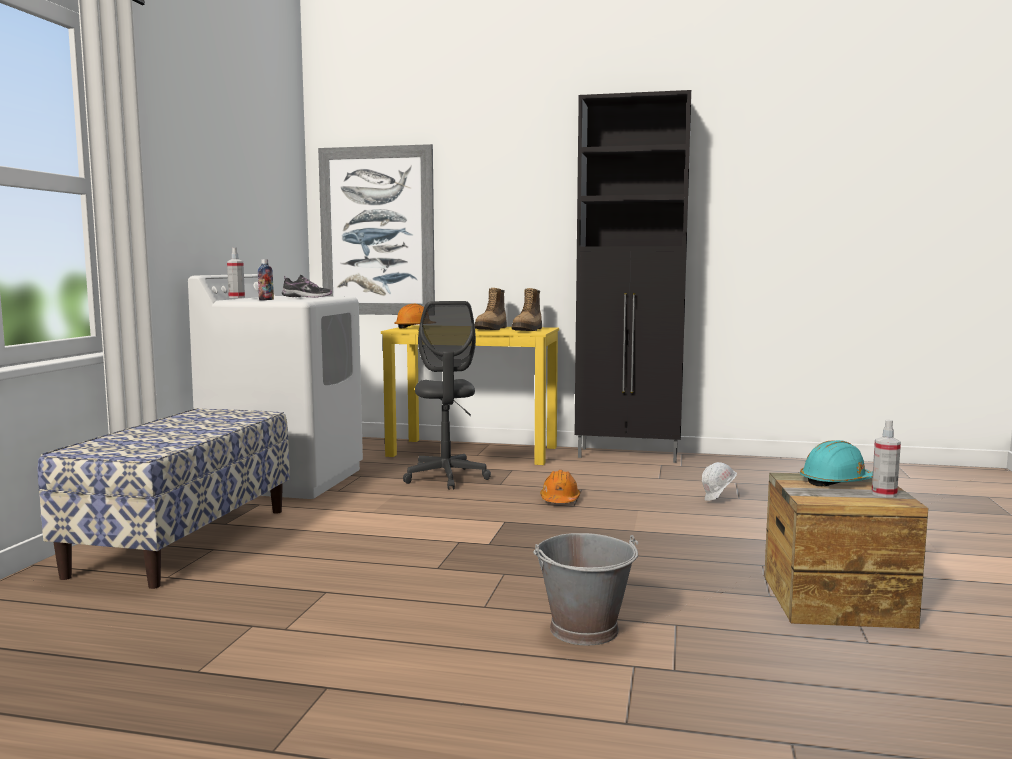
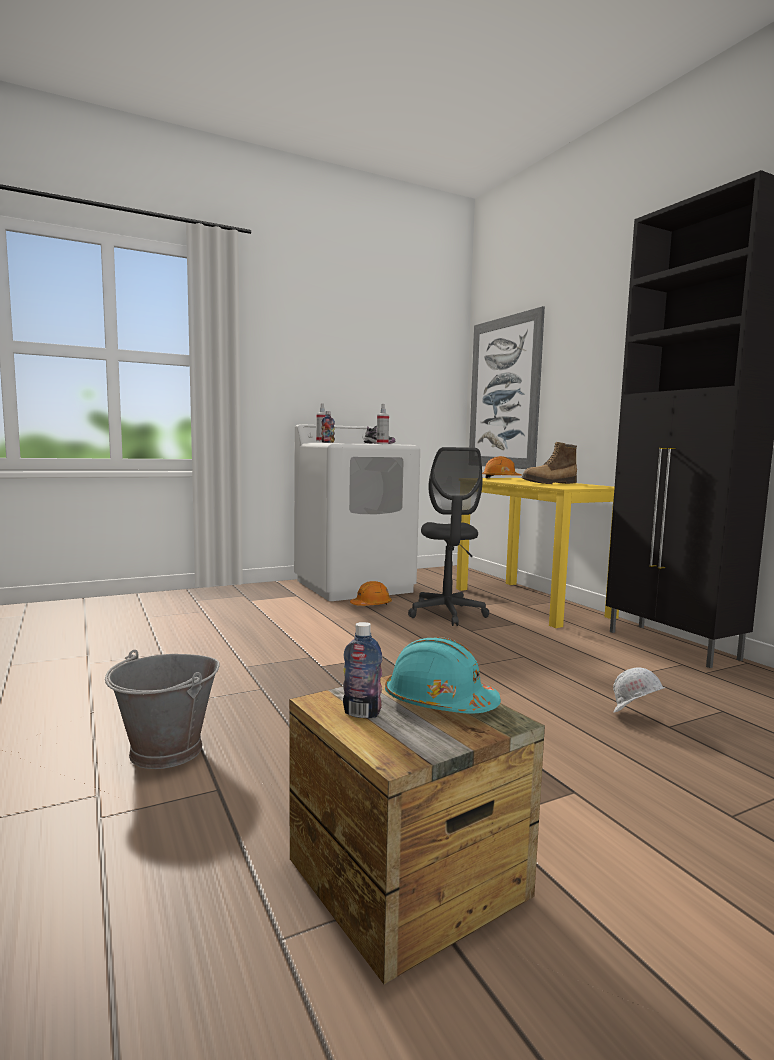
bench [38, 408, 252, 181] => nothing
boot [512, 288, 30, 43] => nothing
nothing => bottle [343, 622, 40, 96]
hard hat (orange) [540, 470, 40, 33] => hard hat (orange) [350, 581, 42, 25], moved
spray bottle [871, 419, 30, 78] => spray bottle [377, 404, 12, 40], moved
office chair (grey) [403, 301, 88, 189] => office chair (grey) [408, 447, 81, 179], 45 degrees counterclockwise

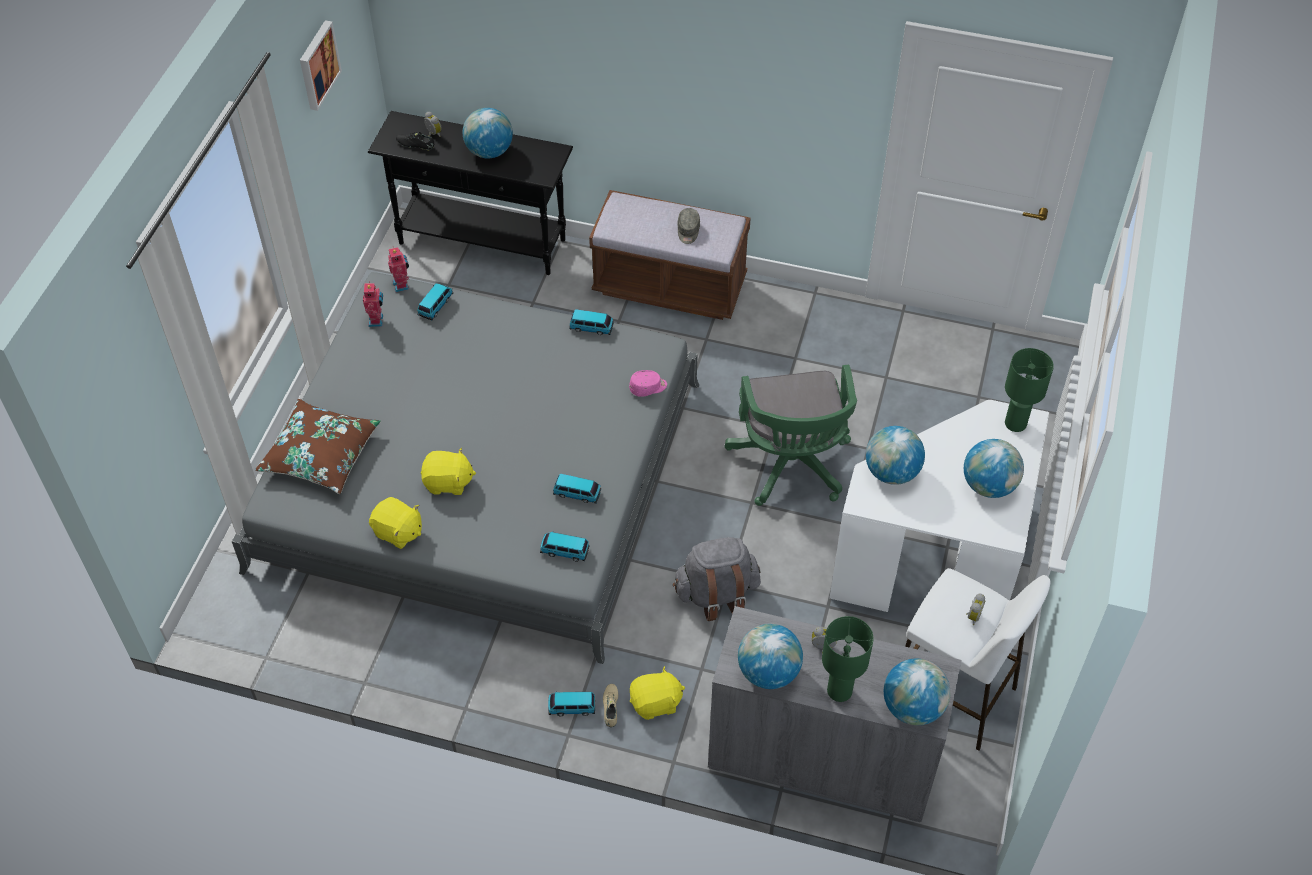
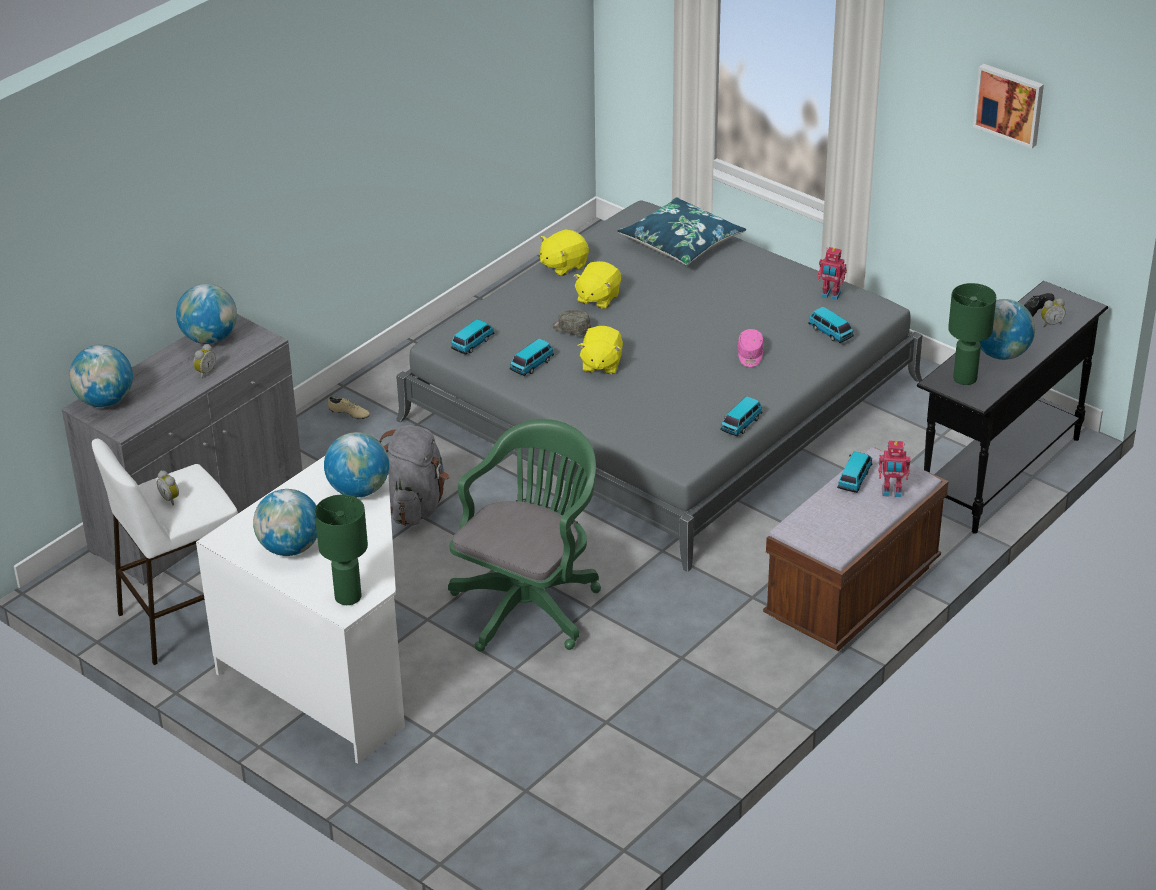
toy robot [388, 246, 21, 46] => toy robot [878, 441, 33, 56], moved
toy car [548, 692, 47, 24] => toy car [837, 452, 36, 41], moved
cap (pink) [629, 370, 38, 27] => cap (pink) [738, 329, 26, 38], moved
plush toy (yellow) [630, 666, 55, 54] => plush toy (yellow) [578, 326, 45, 48], moved
cap (grey) [678, 208, 22, 36] => cap (grey) [552, 310, 39, 25], moved
table lamp (green) [822, 616, 52, 86] => table lamp (green) [948, 283, 48, 102], moved
pillow (brown) [255, 399, 126, 95] => pillow (blue) [617, 197, 129, 68]
office chair (green) [725, 365, 132, 141] => office chair (green) [448, 419, 153, 233], 105 degrees clockwise

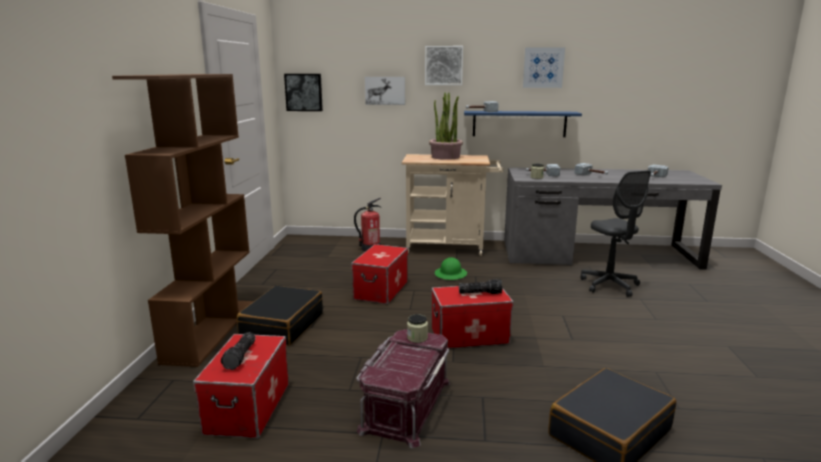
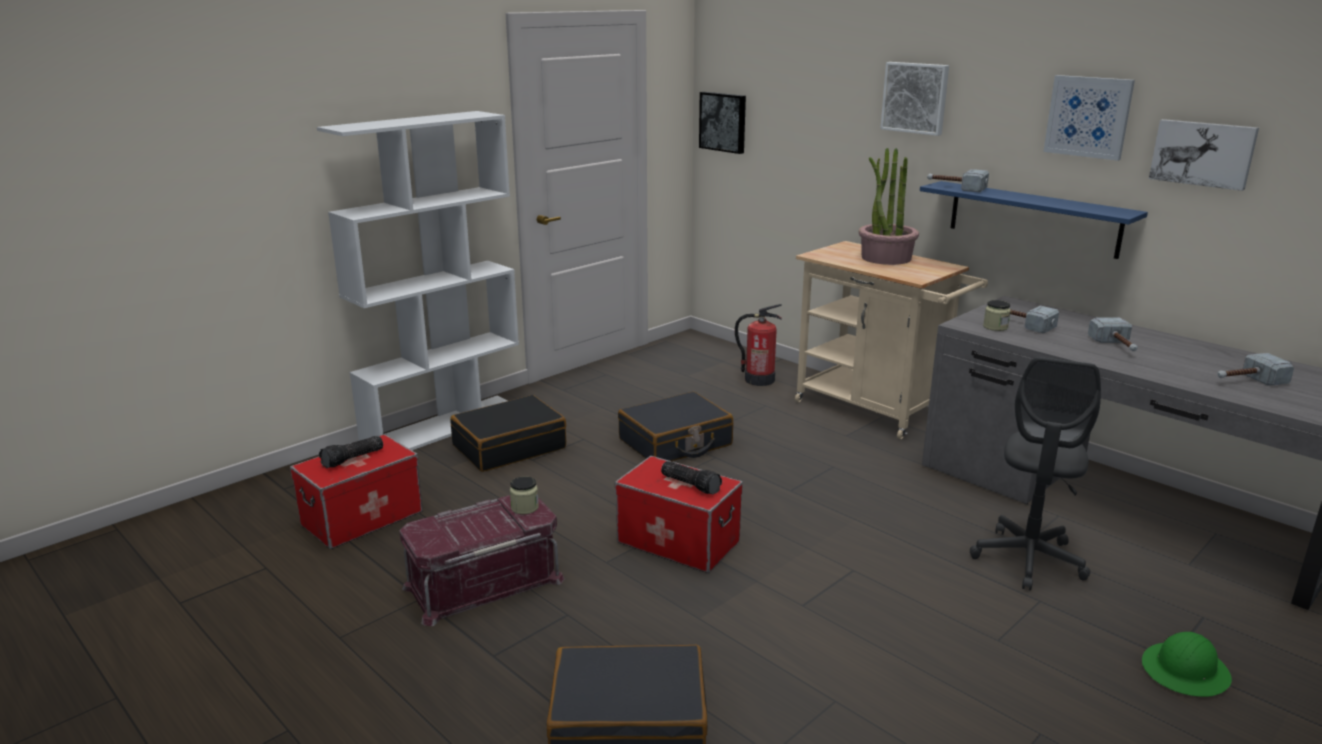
picture [365, 77, 40, 28] => picture [1149, 119, 110, 72], moved
hard hat (green) [435, 257, 32, 23] => hard hat (green) [1142, 632, 90, 65], moved
storage box [351, 244, 57, 60] => suitcase (black) [618, 392, 115, 69]
bookcase (brown) [112, 74, 142, 293] => bookcase (white) [317, 111, 202, 339]

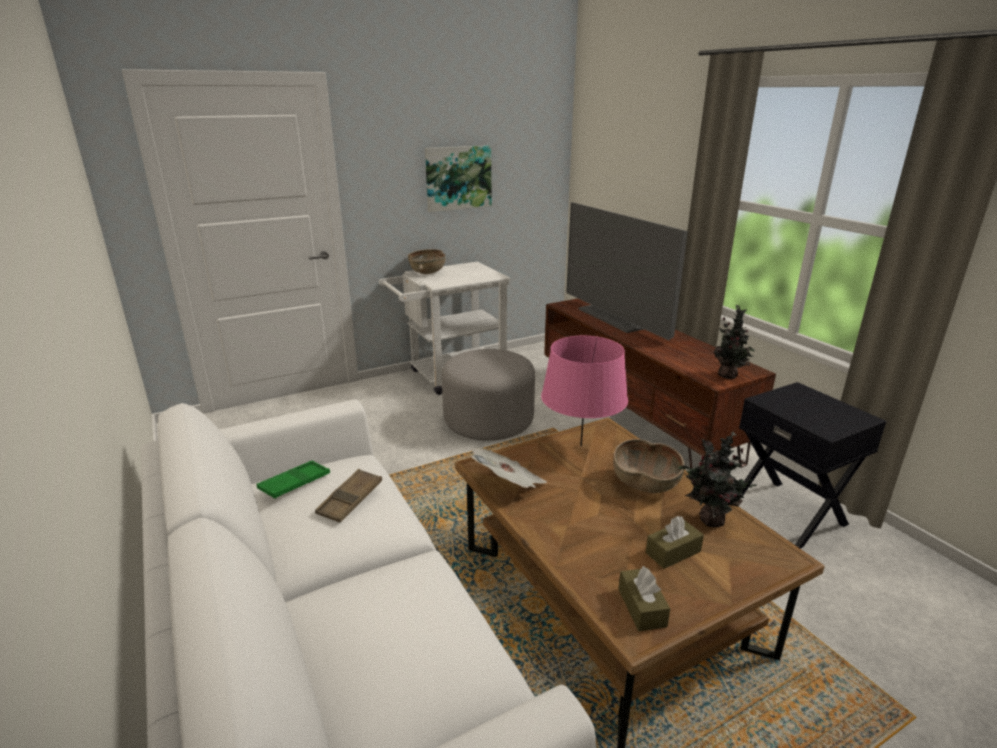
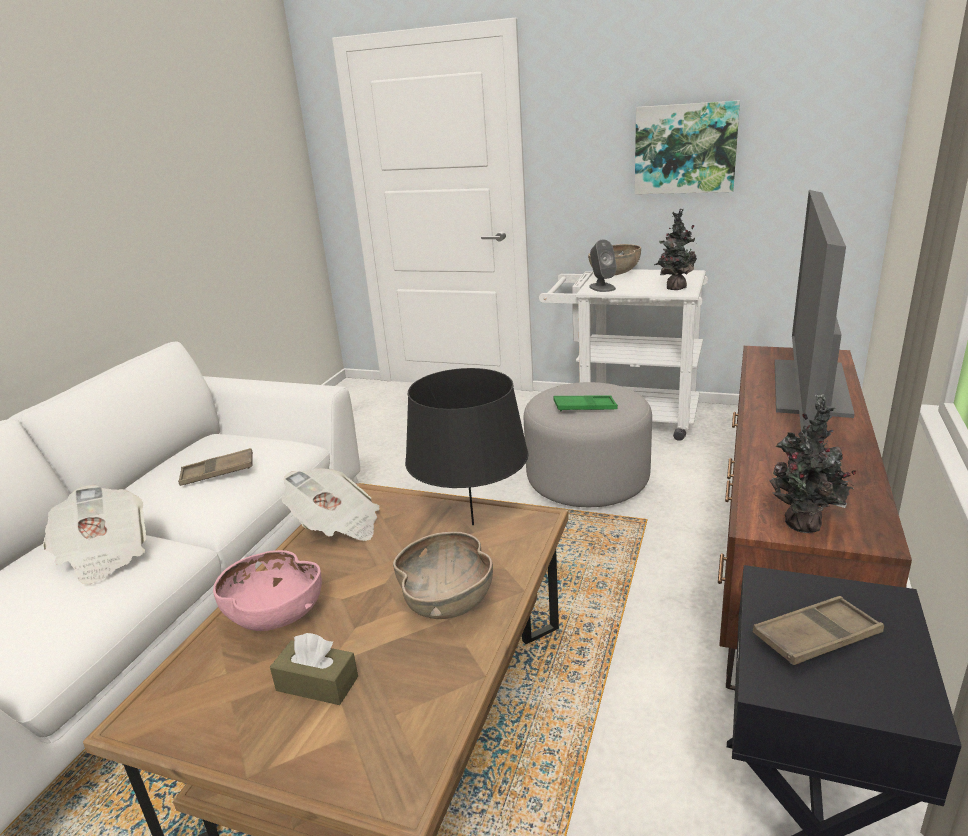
tissue box (brown) [618, 566, 52, 65] => nothing
nothing => newspaper [43, 485, 103, 99]
nothing => bowl (pink) [213, 550, 109, 81]
nothing => speaker (grey) [589, 240, 28, 52]
nothing => tray (brown) [753, 596, 131, 69]
tray (green) [256, 460, 74, 39] => tray (green) [554, 395, 64, 16], moved
potted plant [678, 431, 80, 96] => potted plant [654, 209, 43, 81], moved
table lamp (pink) [541, 336, 87, 110] => table lamp (black) [405, 368, 124, 157]

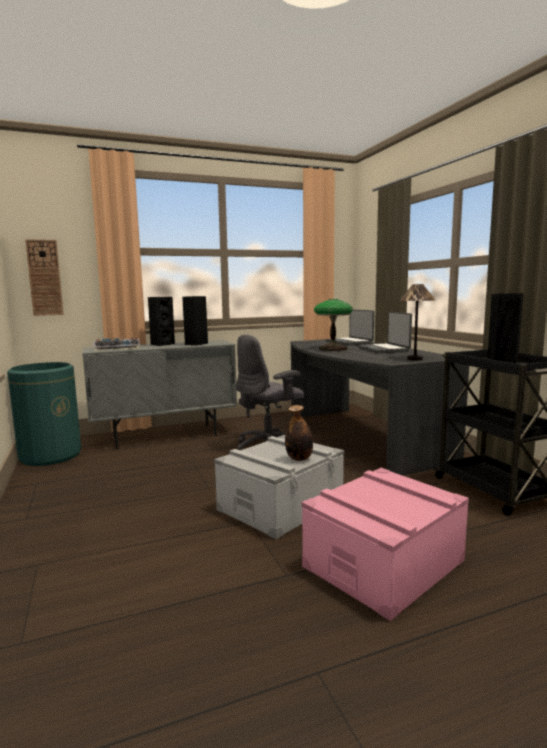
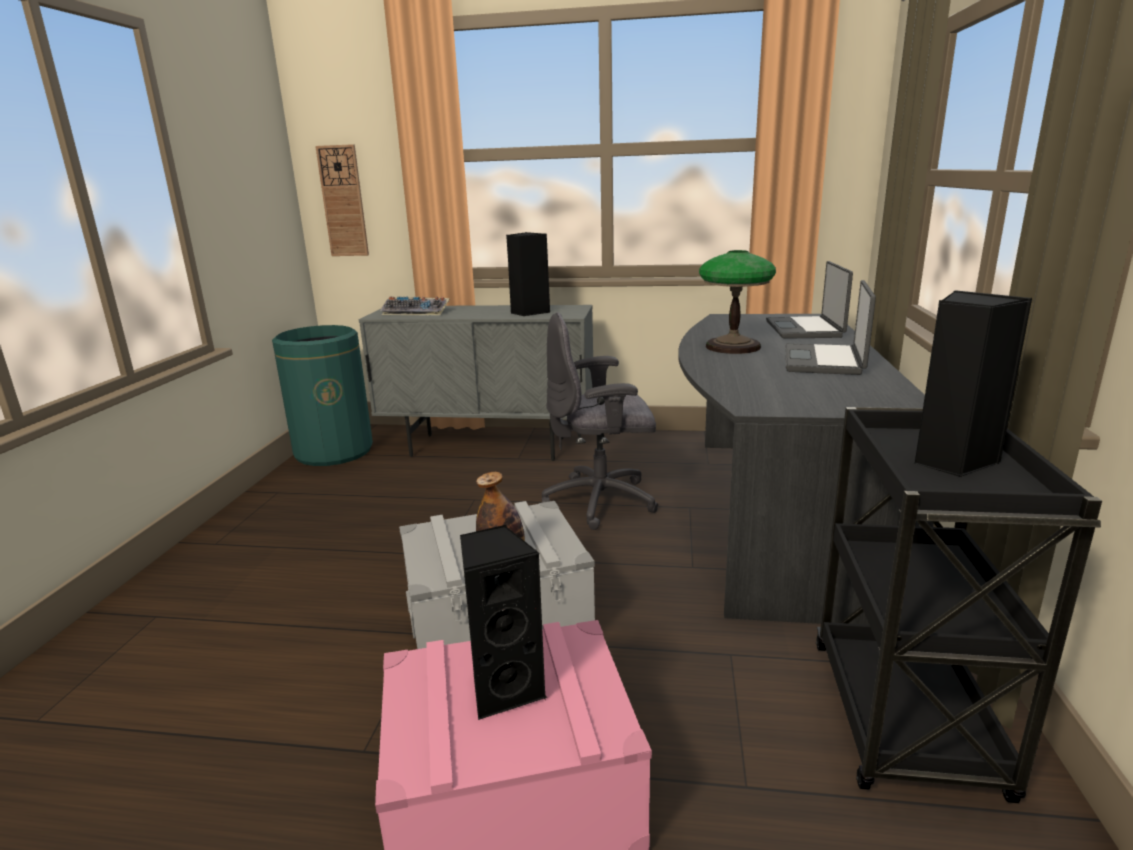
table lamp [399, 284, 36, 77] => nothing
speaker (black) [148, 297, 27, 49] => speaker (black) [460, 525, 88, 195], moved

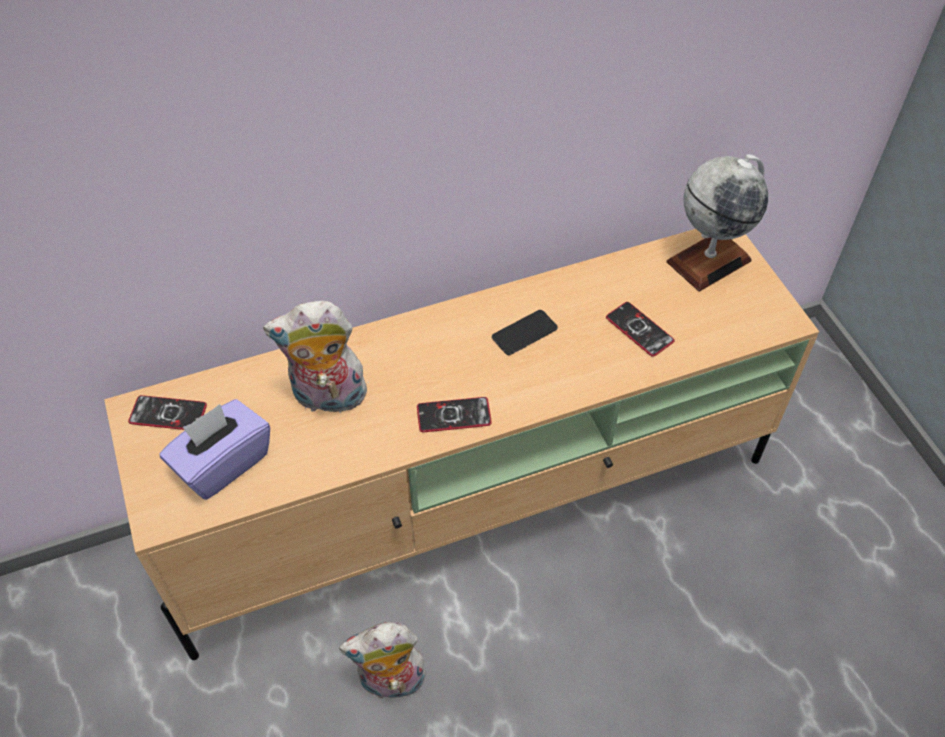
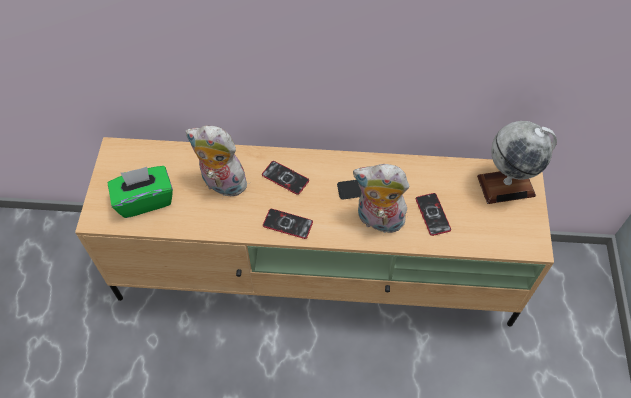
phone [128, 395, 79, 35] => phone [262, 161, 47, 34], moved
plush toy [339, 622, 89, 77] => plush toy [353, 164, 57, 69], moved
tissue box (purple) [159, 399, 111, 101] => tissue box (green) [108, 166, 65, 52]

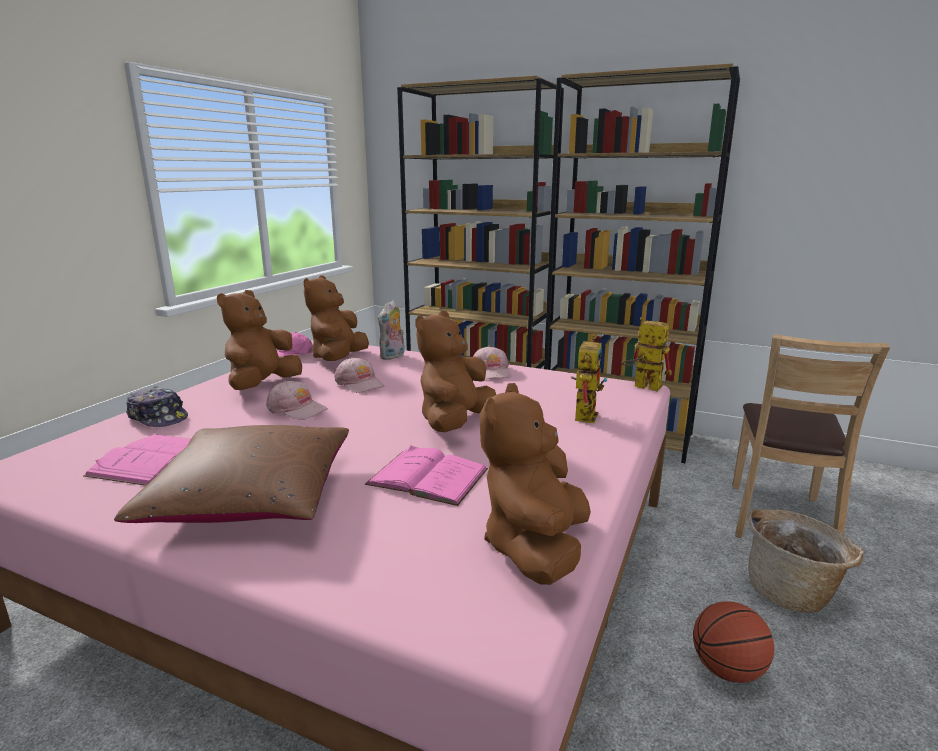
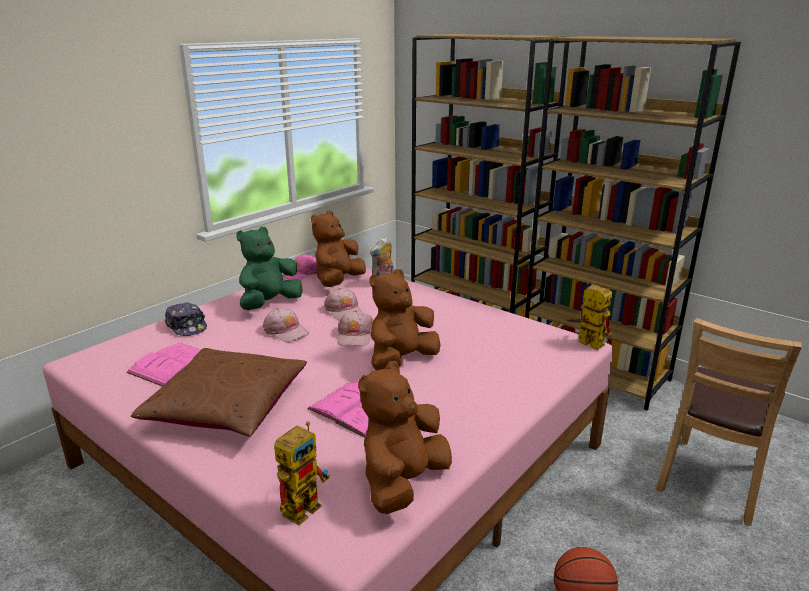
basket [748, 509, 115, 104] => nothing
cap (pink) [473, 346, 38, 33] => cap (pink) [337, 310, 37, 36], moved
toy robot [571, 337, 36, 86] => toy robot [274, 421, 56, 104], moved
plush toy (brown) [217, 290, 85, 100] => plush toy (green) [236, 227, 67, 83]

